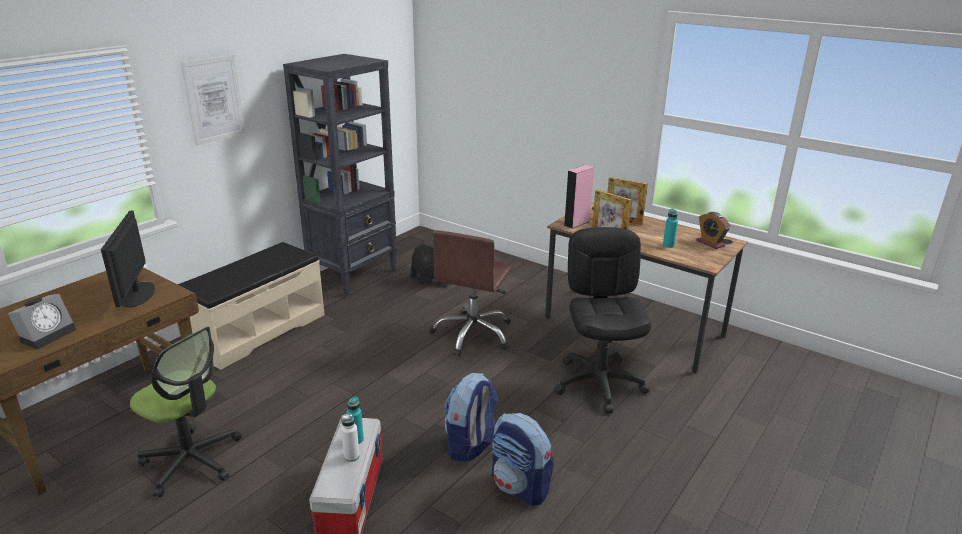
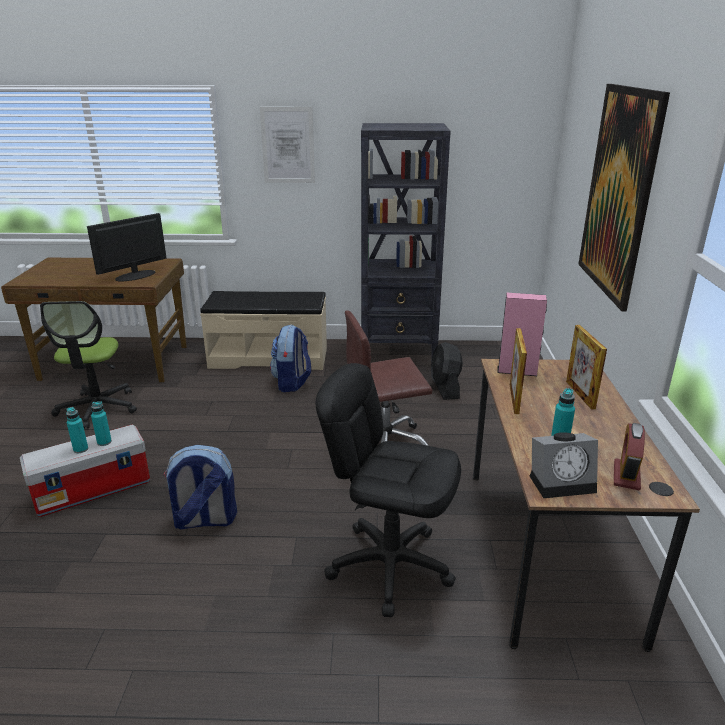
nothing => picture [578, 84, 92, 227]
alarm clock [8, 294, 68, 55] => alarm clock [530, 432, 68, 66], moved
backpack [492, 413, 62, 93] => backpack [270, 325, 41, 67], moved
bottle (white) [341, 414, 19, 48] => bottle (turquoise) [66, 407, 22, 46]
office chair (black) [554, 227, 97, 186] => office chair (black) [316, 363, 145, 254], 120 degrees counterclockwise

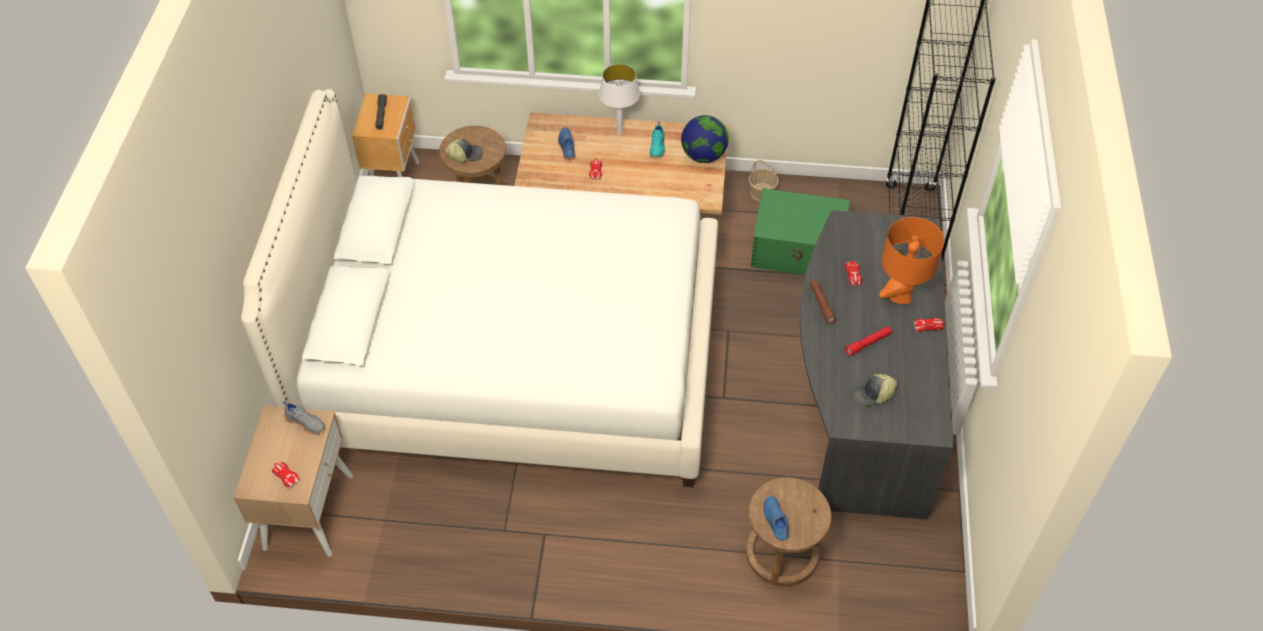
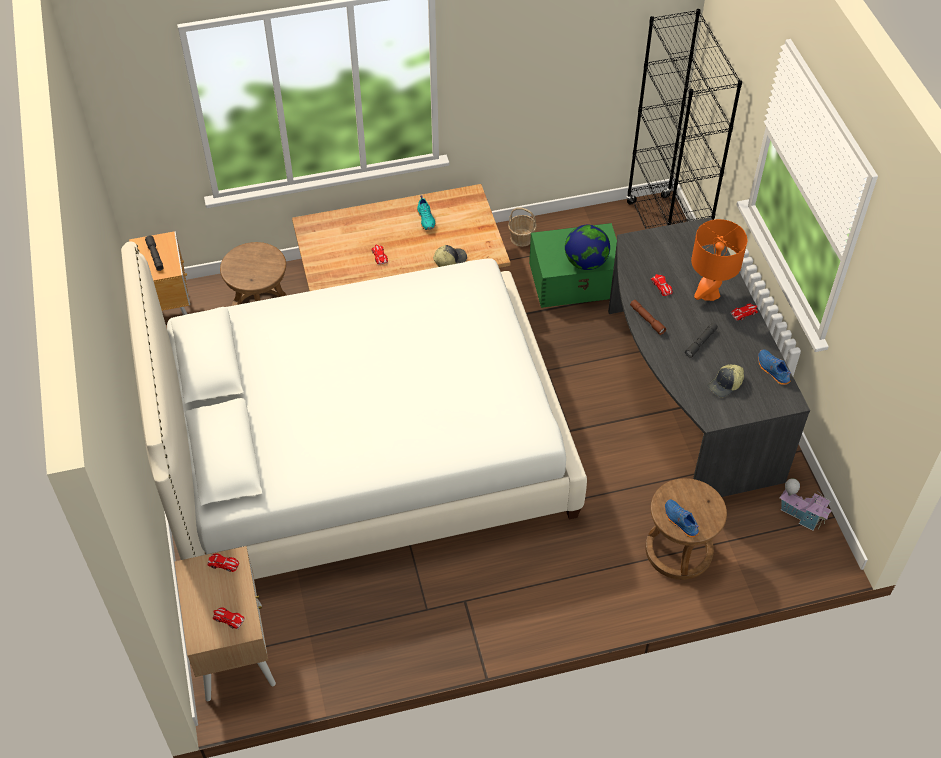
table lamp (white) [599, 64, 41, 71] => nothing
nothing => toy house [779, 478, 53, 53]
cap [445, 139, 37, 23] => cap [433, 245, 34, 22], moved
shoe (blue) [558, 128, 18, 32] => shoe (blue) [758, 349, 33, 36], moved
globe [681, 115, 48, 48] => globe [565, 225, 45, 45], moved
shoe (grey) [283, 401, 42, 34] => toy car [207, 553, 32, 19]
flashlight (red) [845, 326, 47, 30] => flashlight (grey) [685, 323, 33, 35]

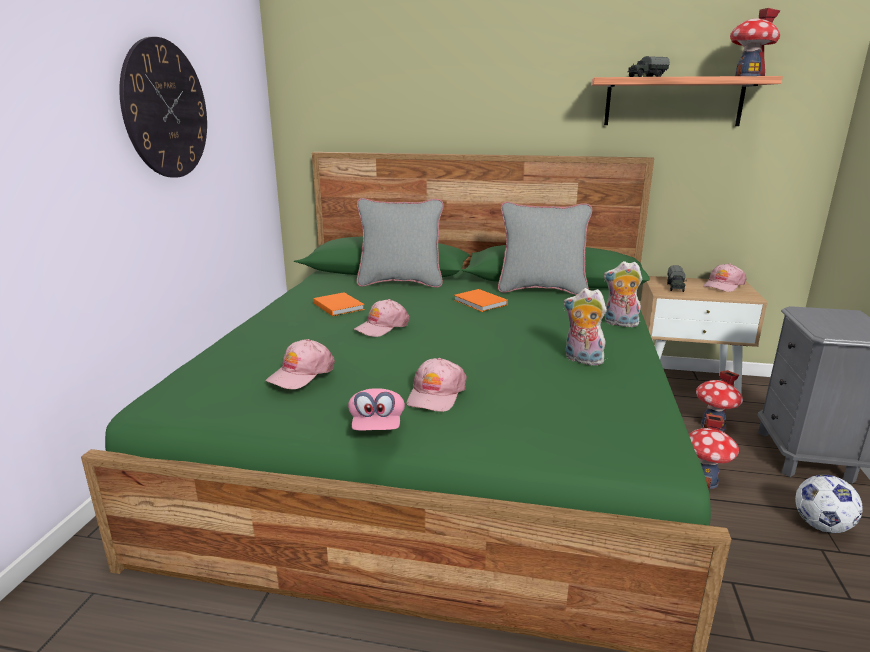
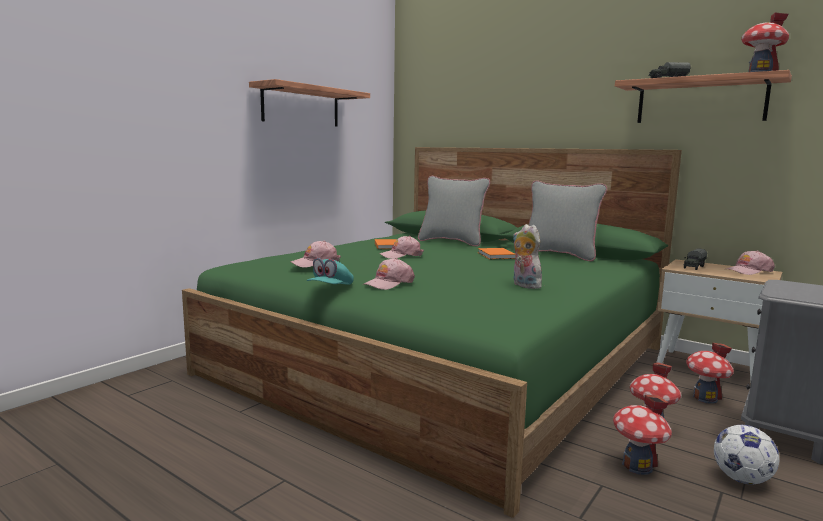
plush toy [604, 261, 38, 66] => nothing
nothing => toy house [613, 395, 59, 80]
wall clock [119, 37, 88, 141] => shelf [249, 79, 121, 48]
cap (pink) [348, 388, 57, 42] => cap (turquoise) [307, 258, 47, 27]

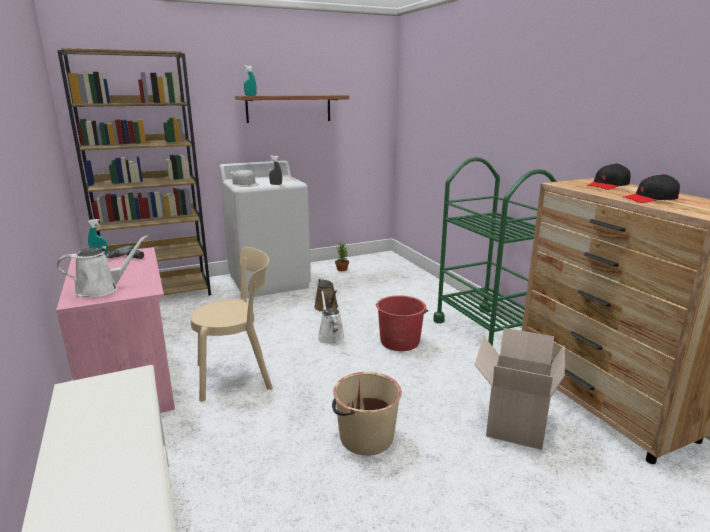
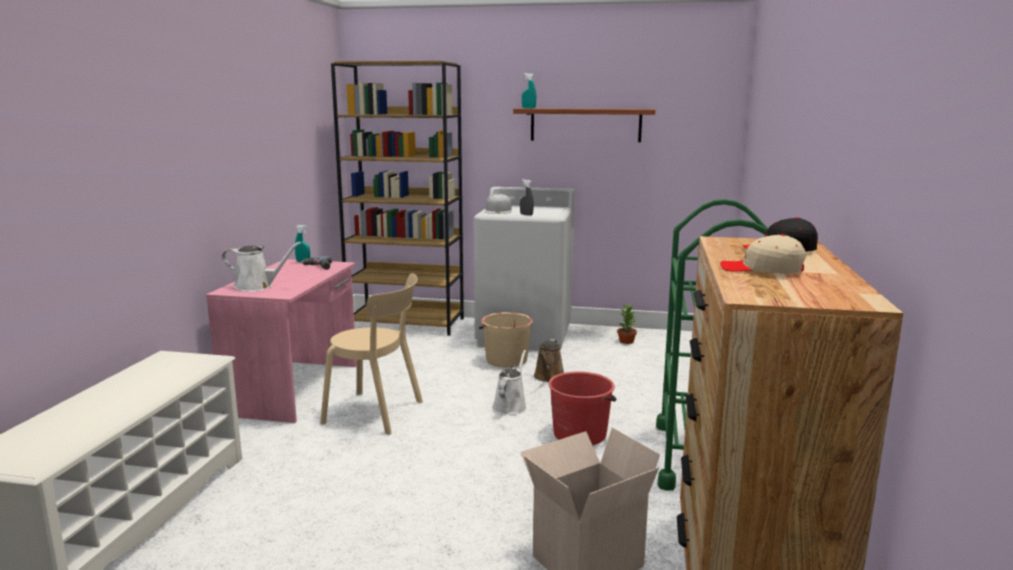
bucket (beige) [332, 372, 70, 84] => bucket (beige) [479, 312, 54, 56], moved
cap (black) [623, 174, 57, 29] => cap (beige) [720, 234, 86, 40]

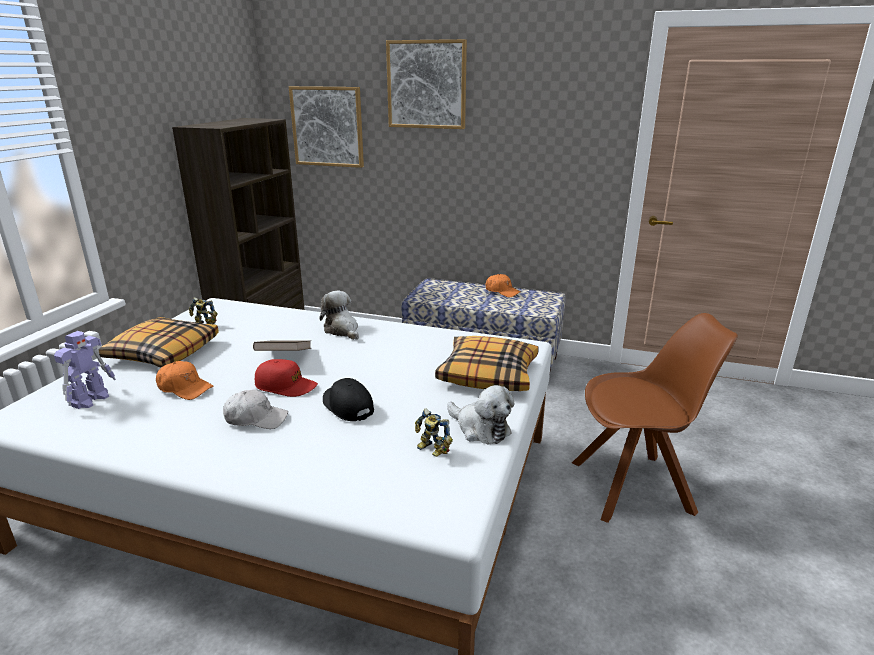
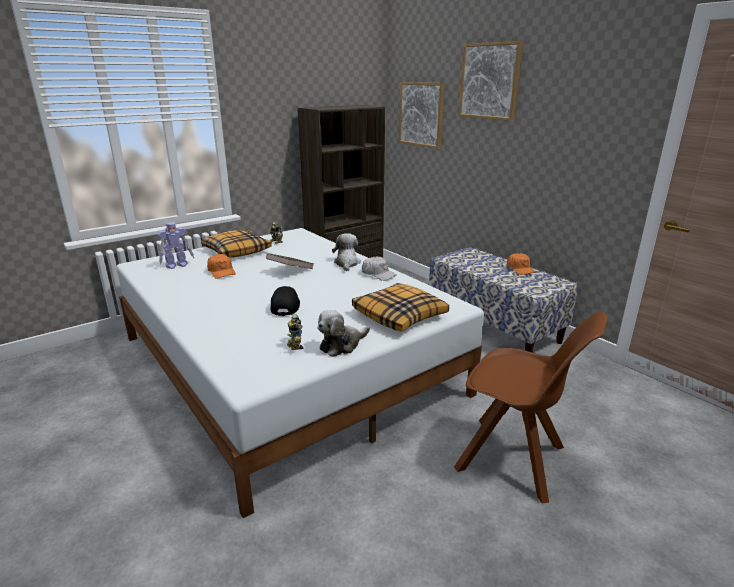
cap (red) [255, 359, 63, 38] => nothing
cap (white) [223, 389, 65, 40] => cap (white) [362, 256, 34, 25], moved
plush toy [447, 385, 68, 59] => plush toy [318, 310, 52, 47], 60 degrees clockwise

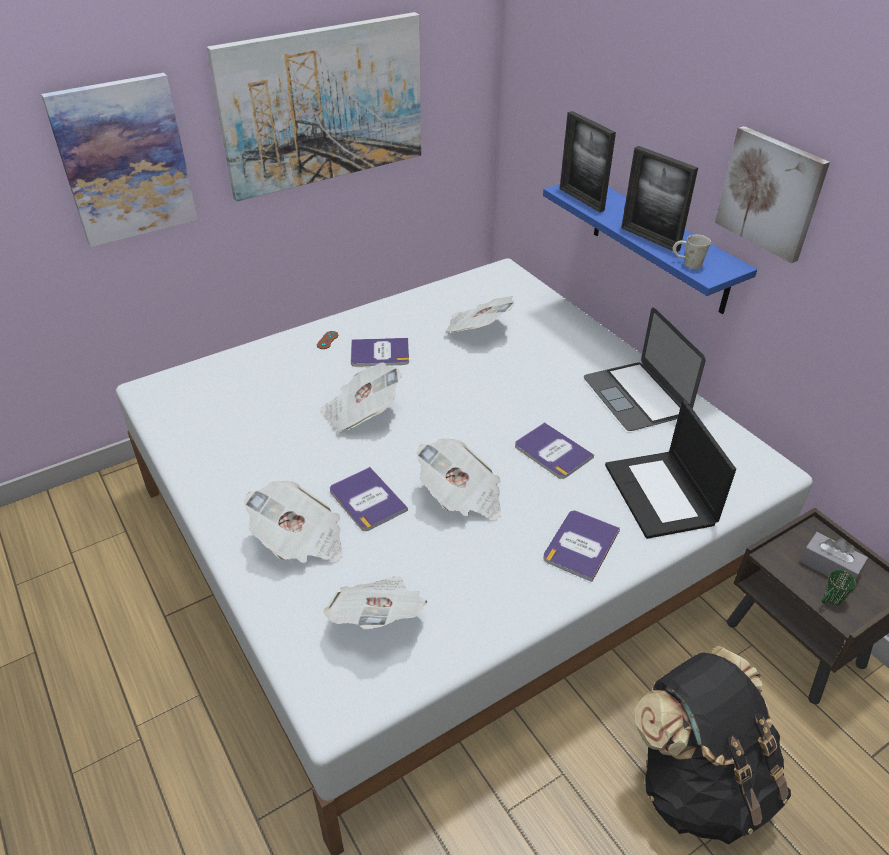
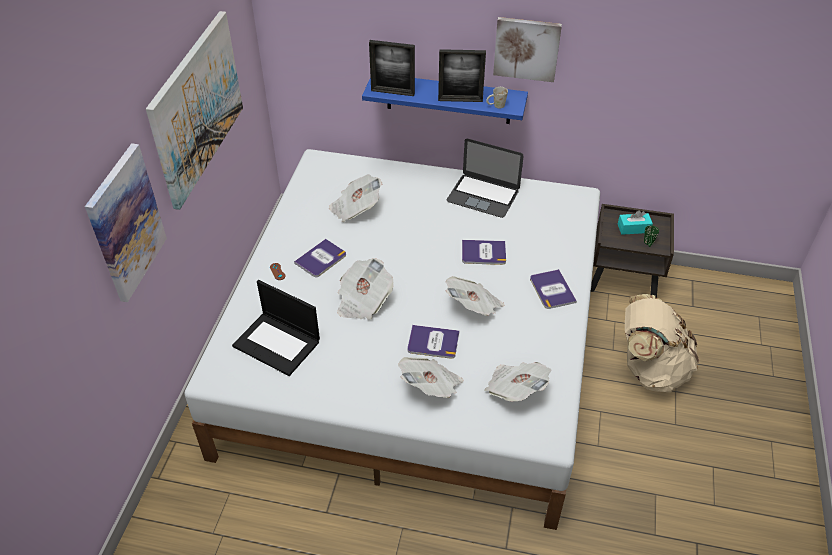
laptop [605, 400, 131, 139] => laptop [232, 280, 88, 96], moved
backpack (black) [634, 646, 157, 198] => backpack (beige) [625, 294, 74, 99]
tissue box (grey) [800, 532, 68, 48] => tissue box (turquoise) [618, 210, 35, 25]

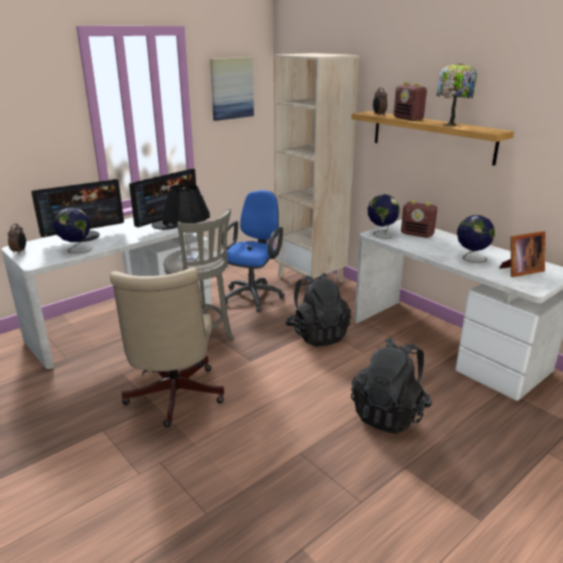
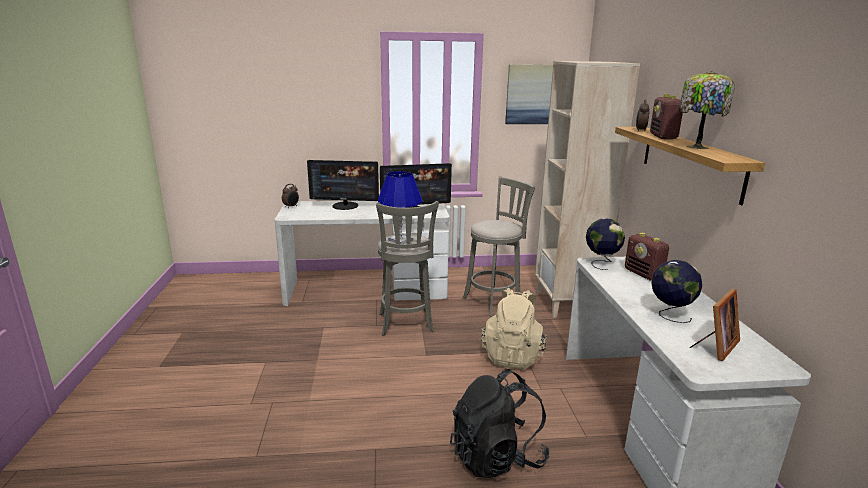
globe [53, 208, 39, 45] => nothing
office chair (beige) [110, 268, 114, 159] => nothing
office chair (blue) [222, 190, 63, 122] => stool (grey) [463, 176, 72, 140]
table lamp (black) [162, 184, 48, 77] => table lamp (blue) [378, 171, 44, 73]
backpack (black) [285, 273, 66, 74] => backpack (beige) [481, 288, 66, 81]
picture frame [499, 231, 46, 46] => picture frame [690, 289, 50, 72], 60 degrees counterclockwise

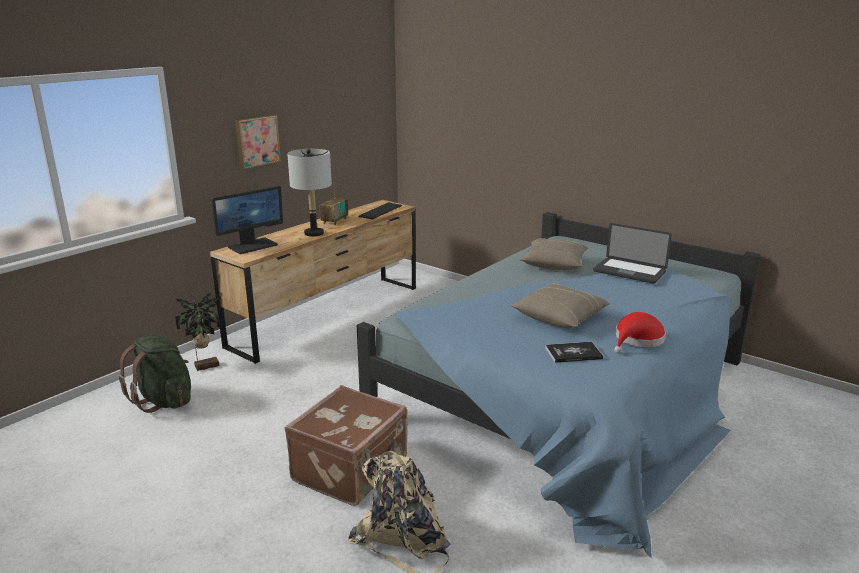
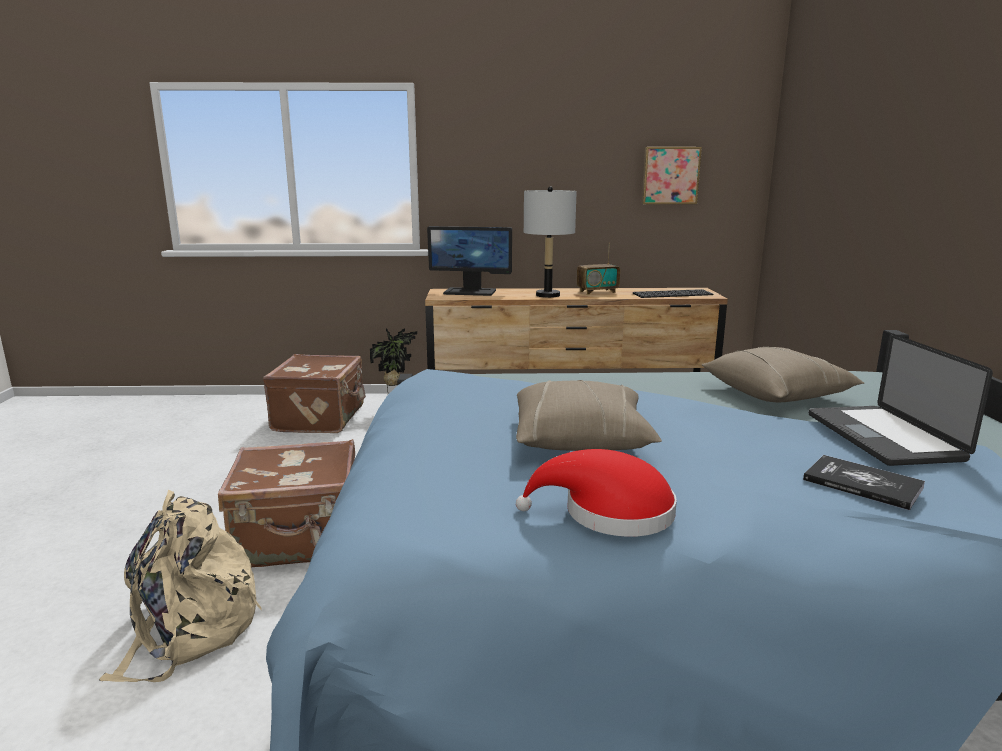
picture [235, 115, 46, 54] => picture [642, 147, 60, 57], moved
book [545, 342, 58, 21] => book [803, 455, 122, 55], moved
backpack (green) [119, 335, 72, 78] => suitcase (brown) [263, 354, 103, 79]

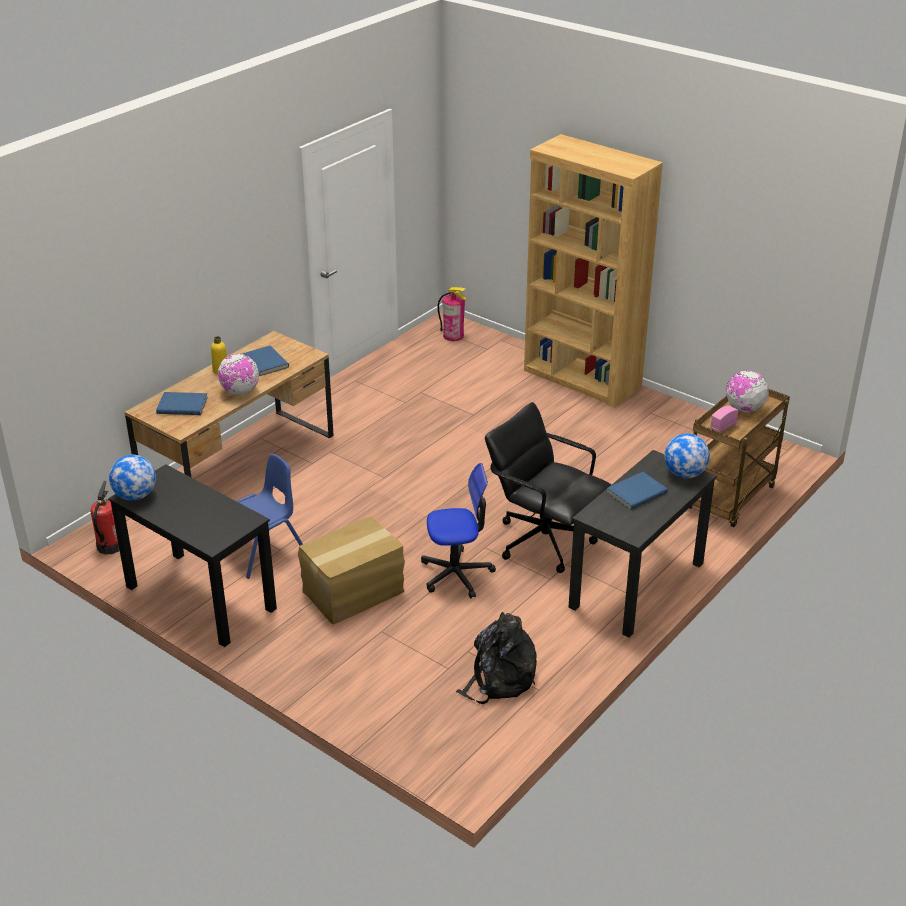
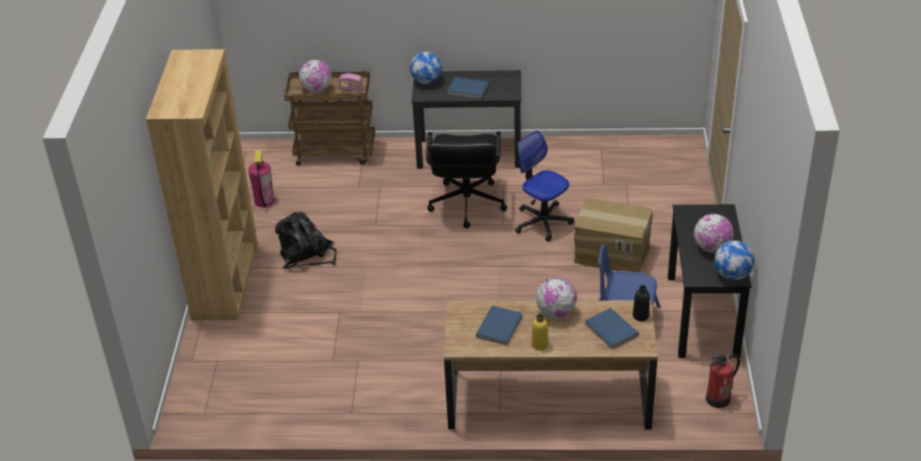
nothing => bottle (black) [633, 285, 17, 36]
nothing => globe [694, 214, 40, 39]
fire extinguisher [437, 287, 30, 54] => fire extinguisher [248, 149, 27, 58], moved
backpack (black) [456, 612, 81, 92] => backpack (black) [275, 212, 61, 57], moved

